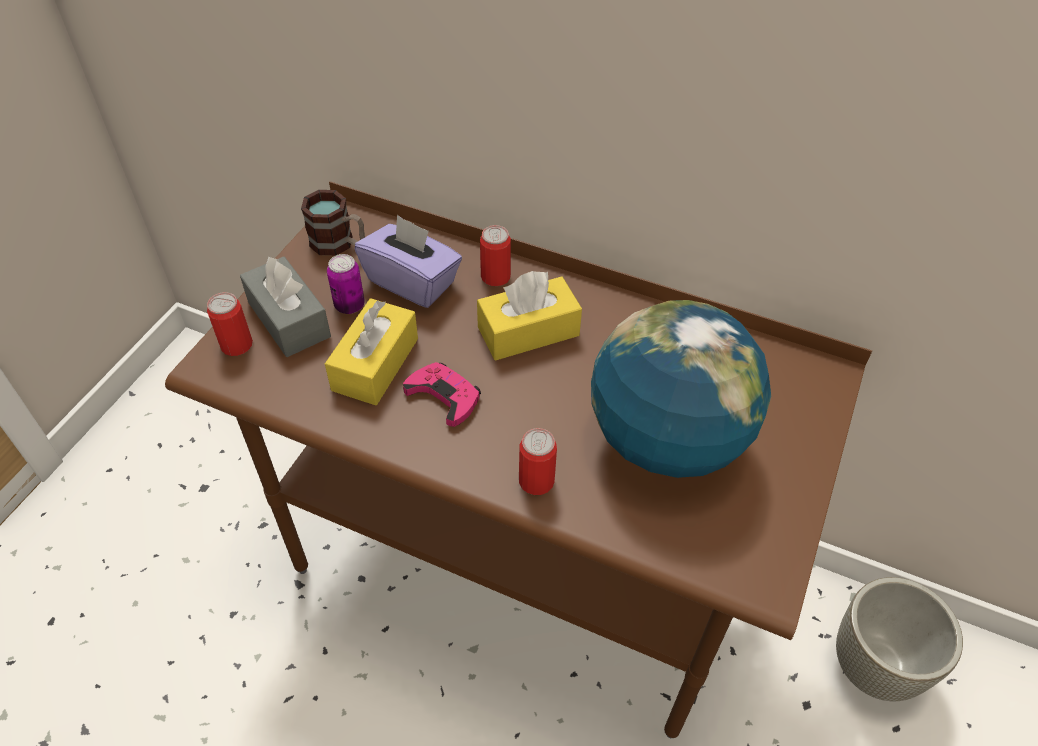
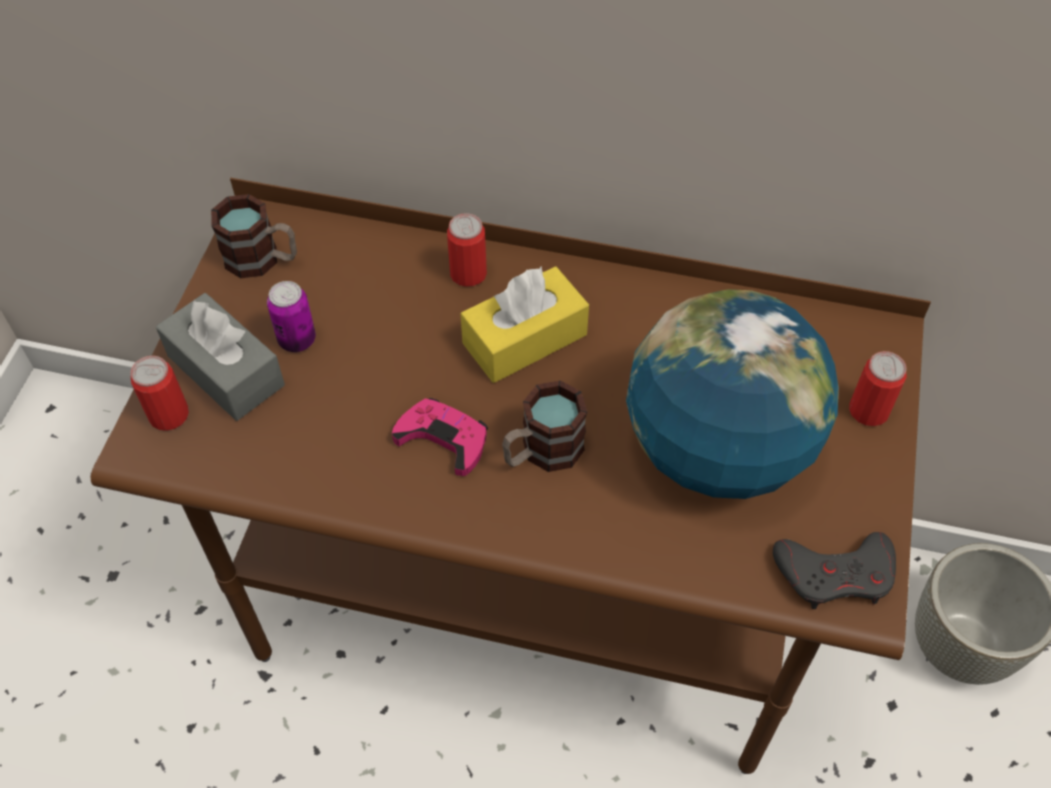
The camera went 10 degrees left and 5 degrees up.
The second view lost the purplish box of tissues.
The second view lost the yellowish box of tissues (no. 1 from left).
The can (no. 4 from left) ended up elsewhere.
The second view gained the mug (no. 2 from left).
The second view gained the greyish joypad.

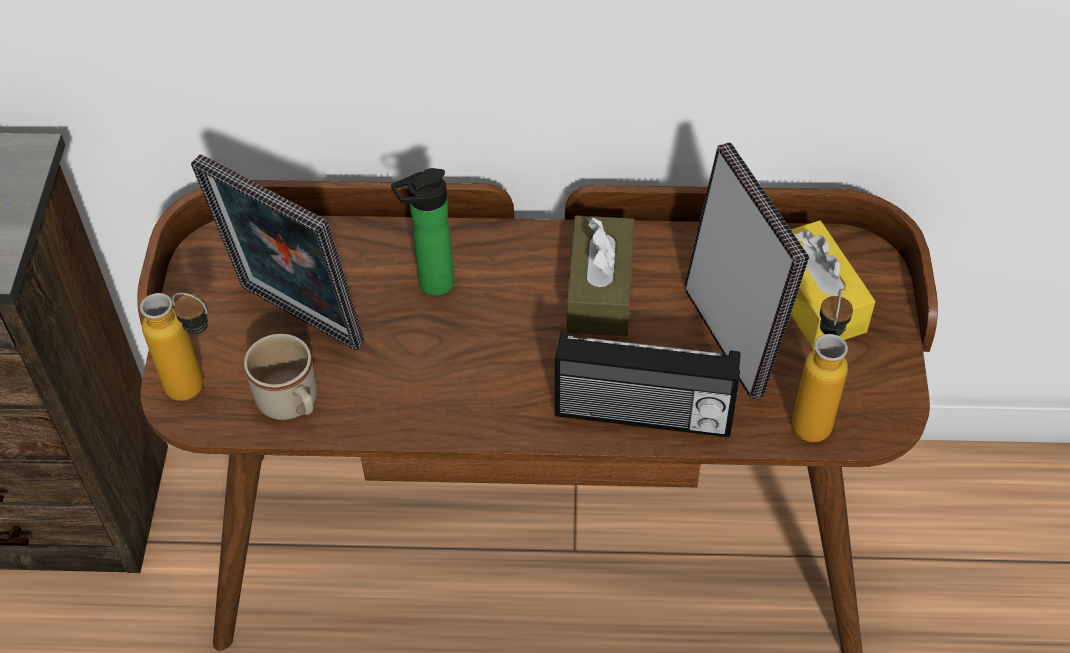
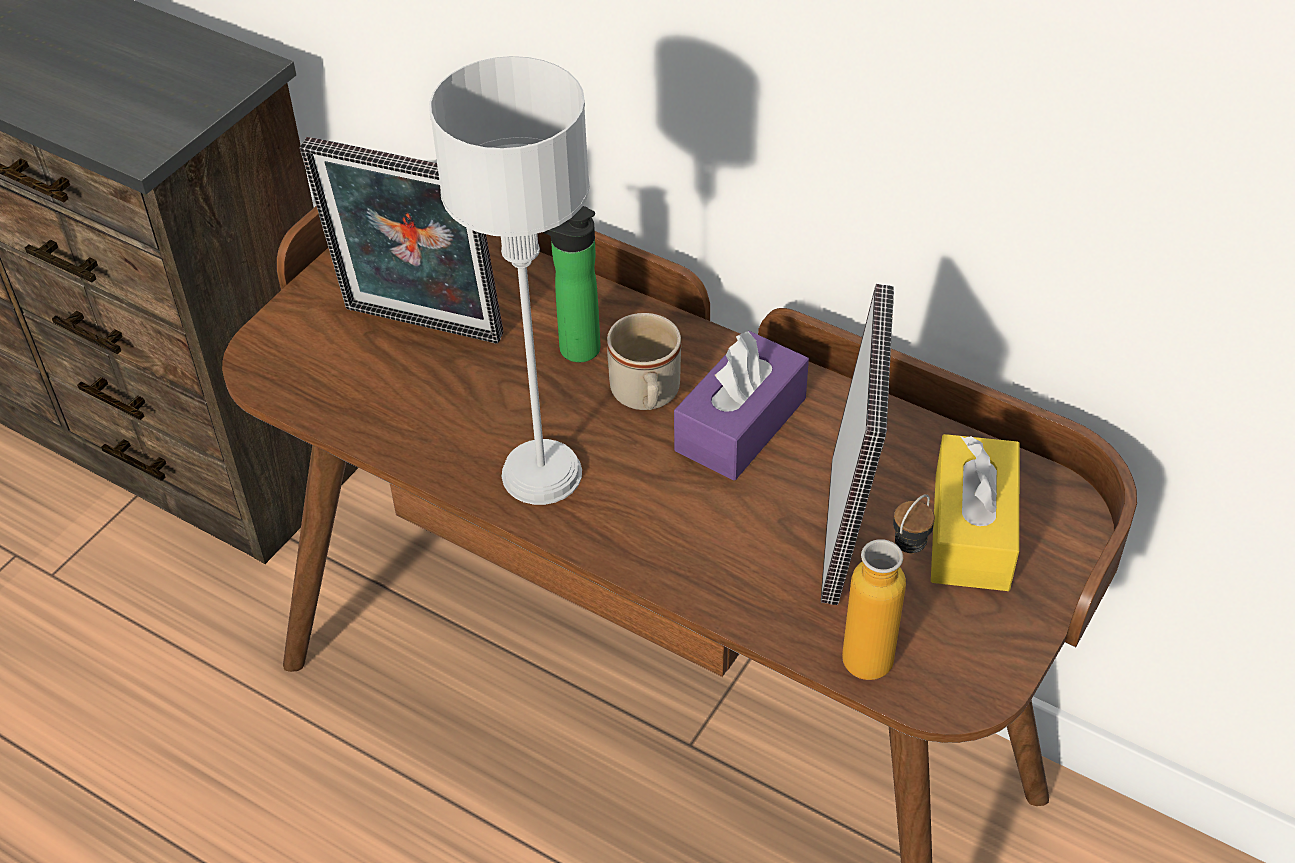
The camera went 30 degrees right and 5 degrees down.
The standing frame (no. 1 from left) ended up facing another way, 45 degrees counterclockwise from before.
What was the brownish box of tissues turned into the purplish box of tissues.
The second view lost the beverage bottle (no. 1 from left).
The second view lost the radio set.
The sand-coloured mug ended up elsewhere.
The second view gained the greyish tabletop lamp.

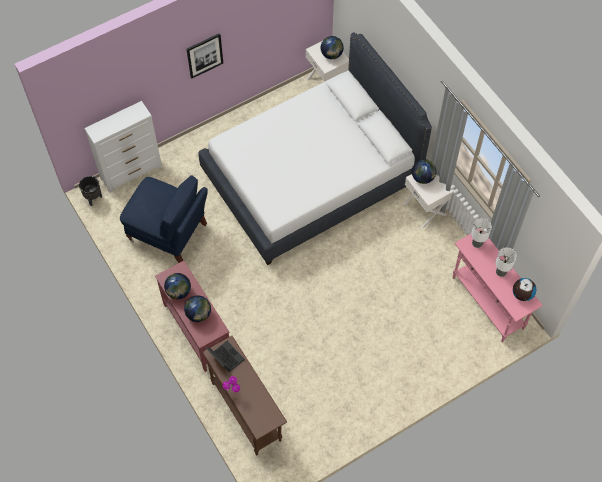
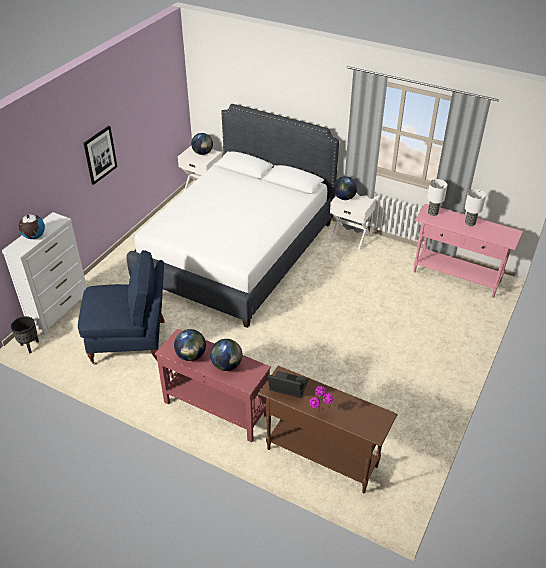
The camera went 30 degrees left and 20 degrees down.
The world globe (no. 5 from left in the first image) ended up elsewhere.

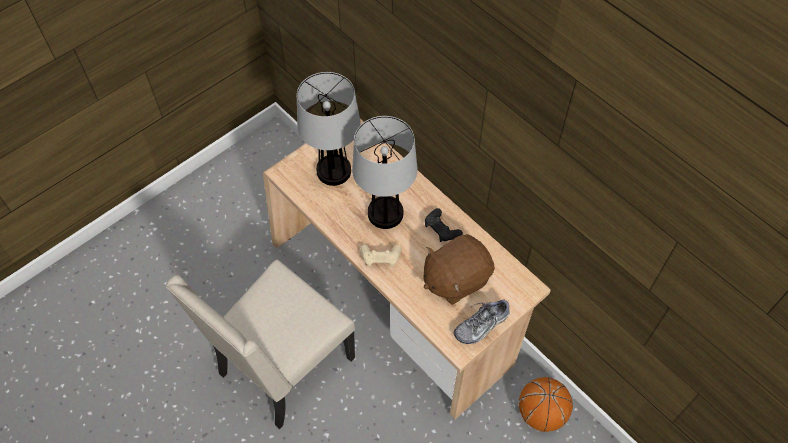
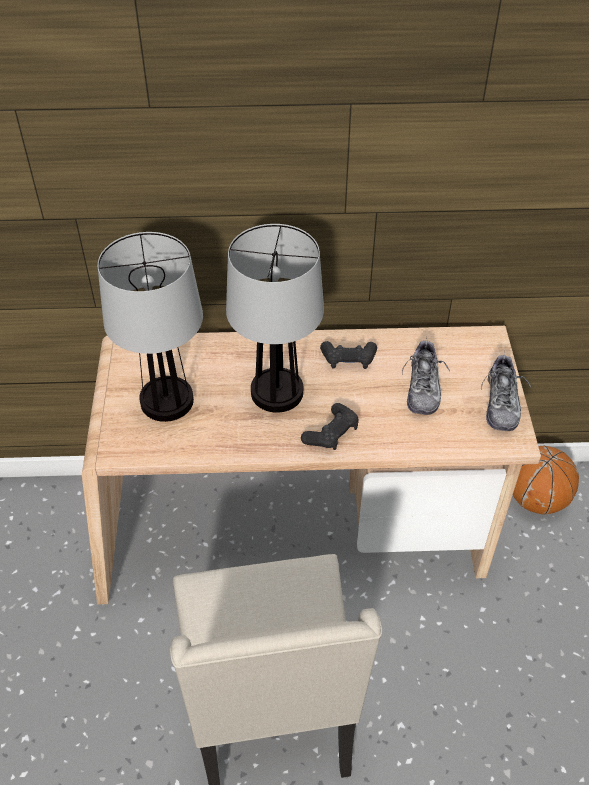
The camera went 50 degrees left and 10 degrees down.
Where the brownish plush toy stood, the shoe (no. 1 from left) came to stand.
What was the sand-coloured joypad turned into the black joypad (no. 1 from left).

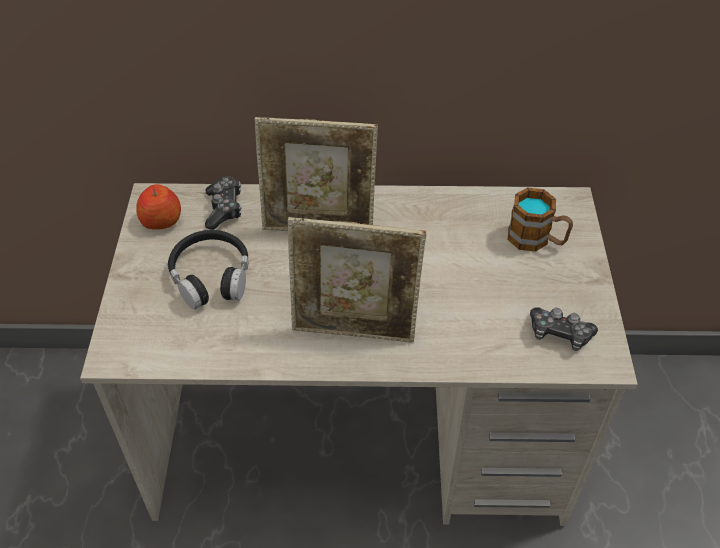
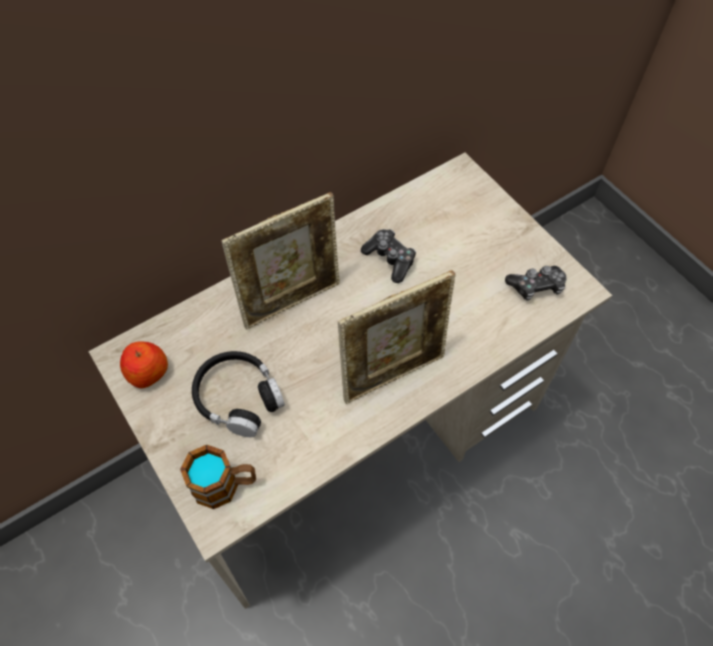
The camera went 35 degrees left and 10 degrees up.
The joypad (no. 1 from left) ended up elsewhere.
The mug ended up elsewhere.

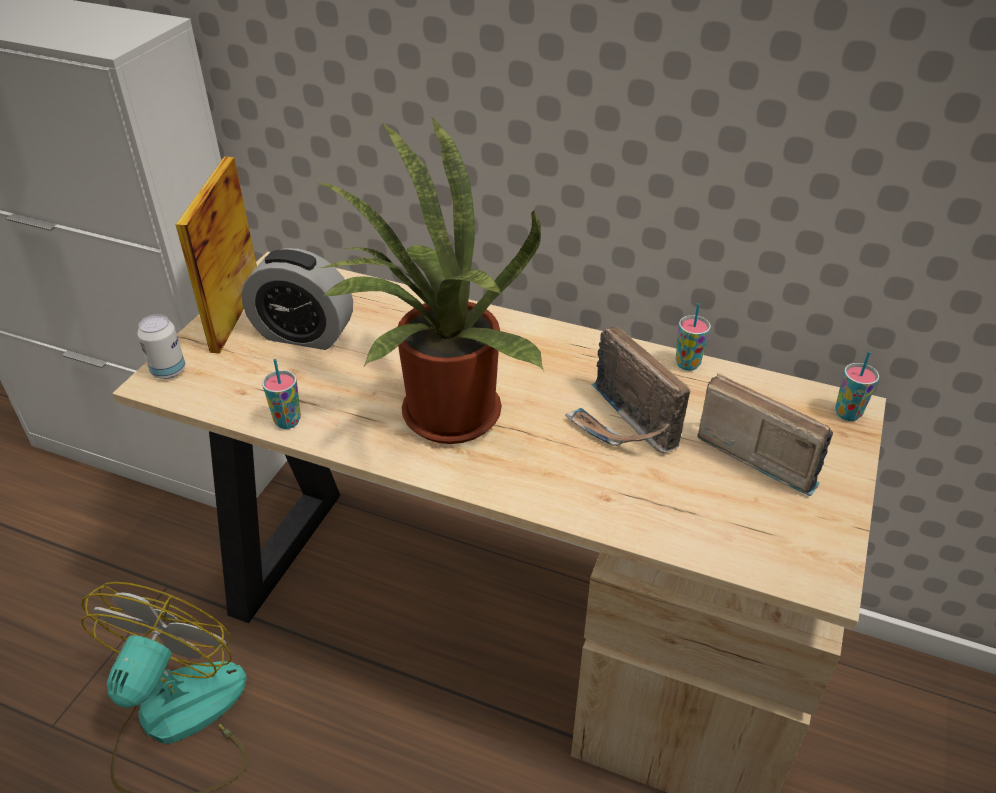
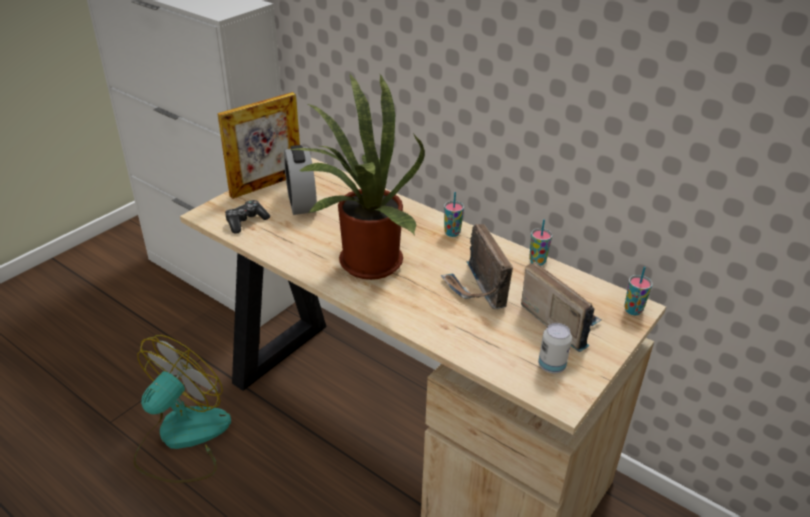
The camera went 15 degrees right and 5 degrees down.
The standing frame ended up facing another way, 150 degrees counterclockwise from before.
The alarm clock ended up facing another way, 45 degrees clockwise from before.
The can ended up elsewhere.
The small cup (no. 1 from left) ended up elsewhere.
The second view gained the joypad.

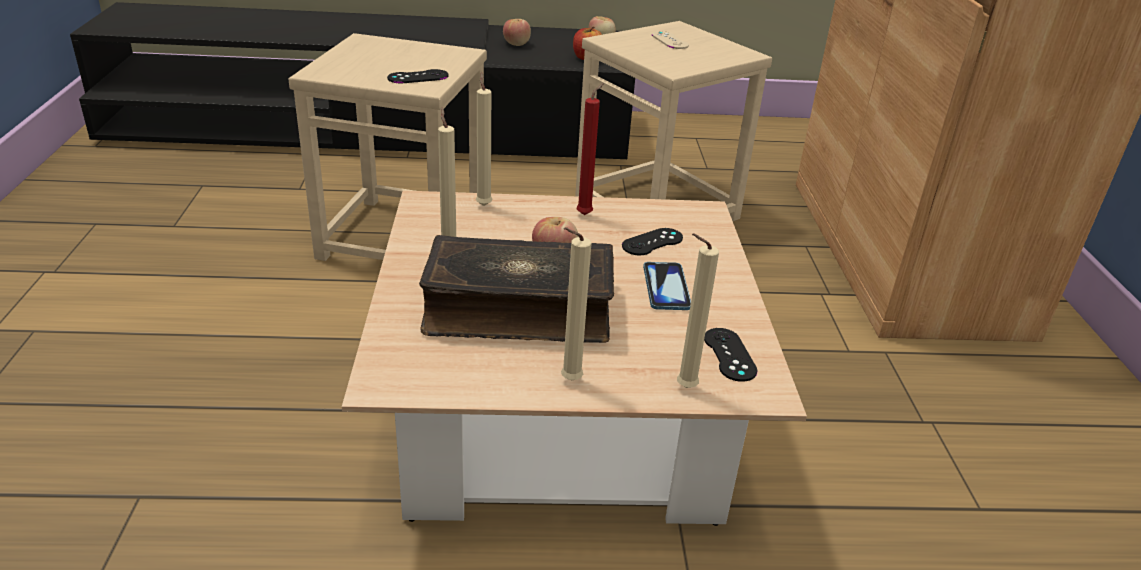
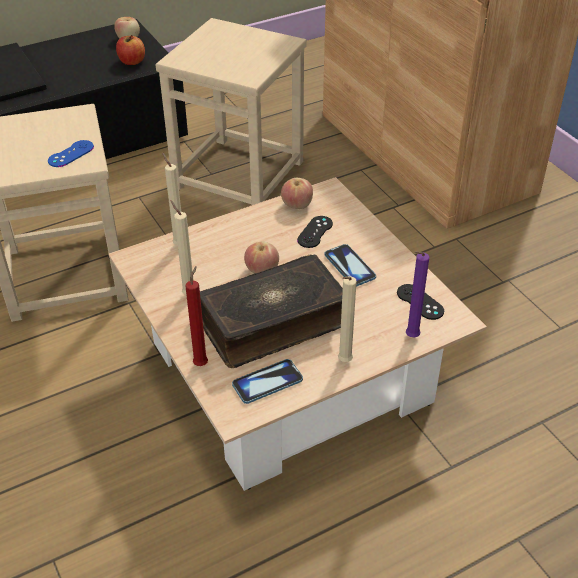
The camera went 25 degrees left and 10 degrees up.
The whole apple (no. 1 from left in the first image) ended up elsewhere.
The second view lost the sand-coloured joypad.
What was the black joypad (no. 1 from left) turned into the bluish joypad.
The red wax light ended up elsewhere.
What was the sand-coloured wax light (no. 4 from left) turned into the purplish wax light.
The second view gained the handset (no. 1 from left).

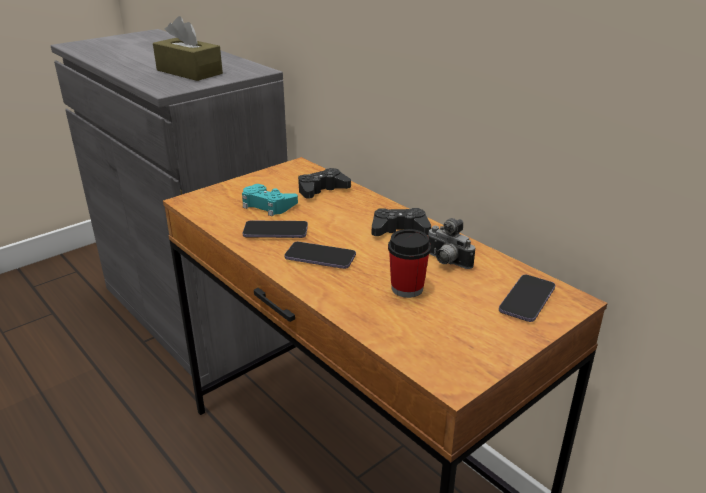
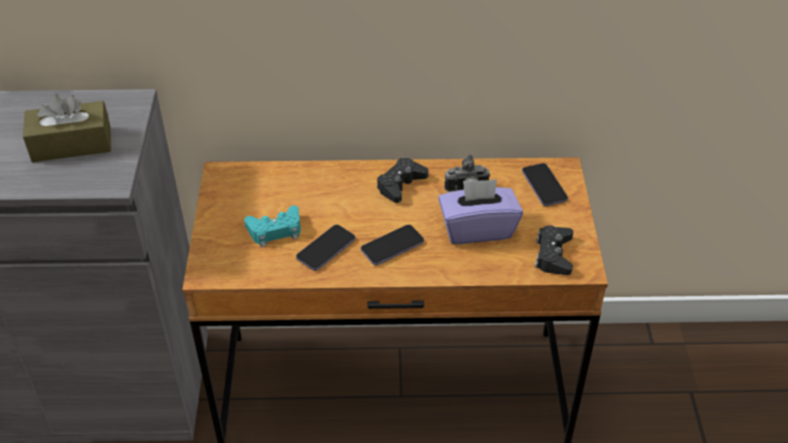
The camera went 50 degrees left and 15 degrees up.
The black joypad (no. 1 from left in the first image) ended up elsewhere.
Where the small cup stood, the purplish box of tissues came to stand.

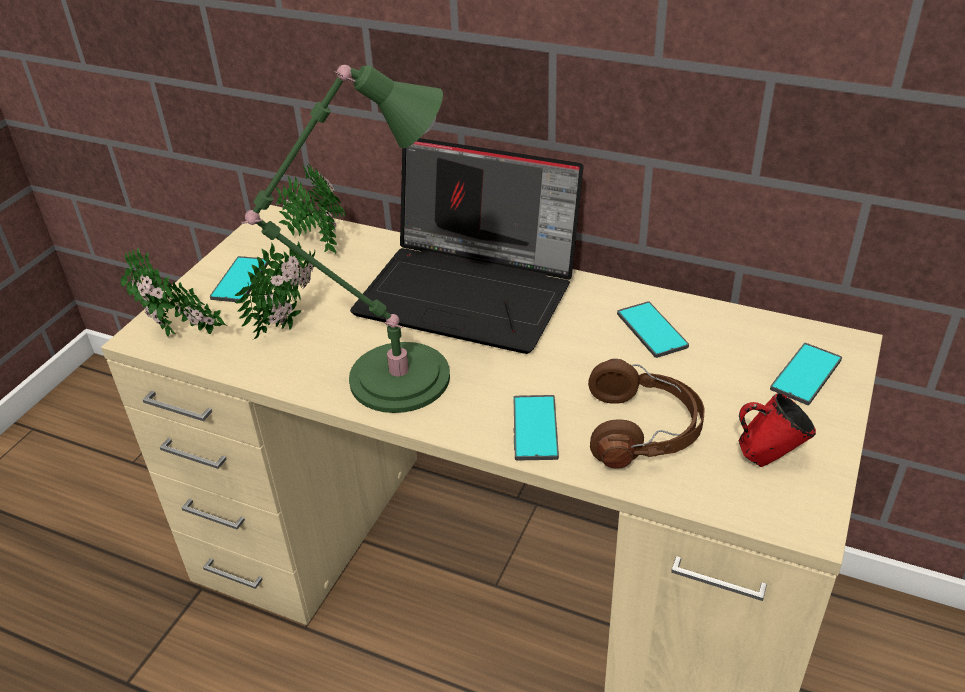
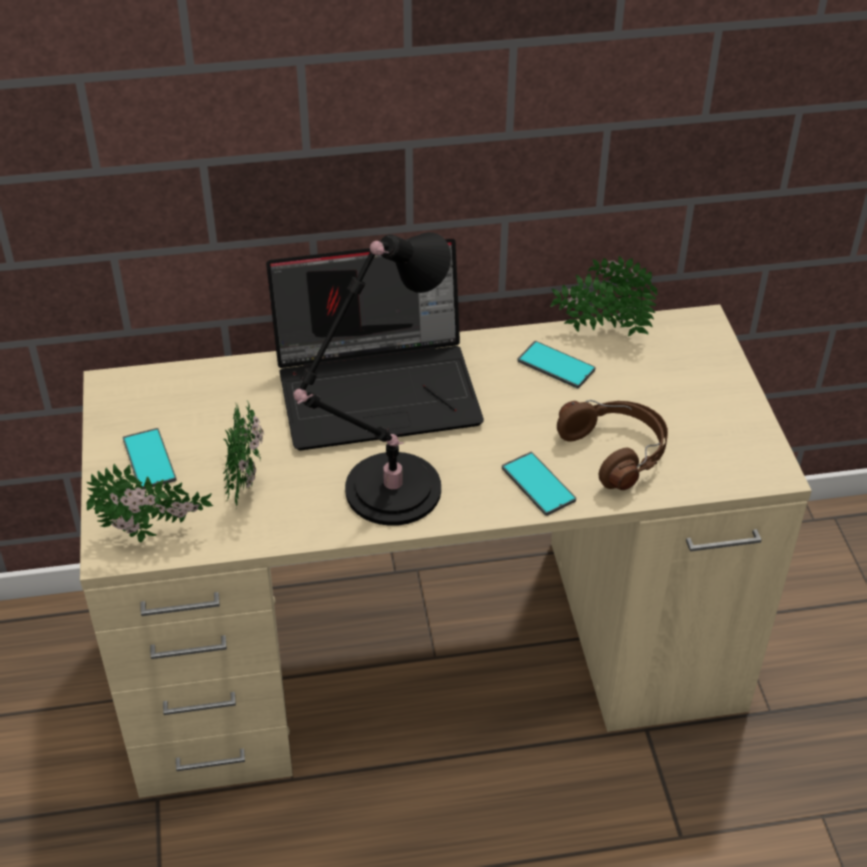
The camera went 35 degrees left and 5 degrees up.
What was the green tabletop lamp turned into the black tabletop lamp.
The houseplant (no. 3 from left) ended up elsewhere.
The second view lost the handset (no. 4 from left).
The second view lost the red mug.

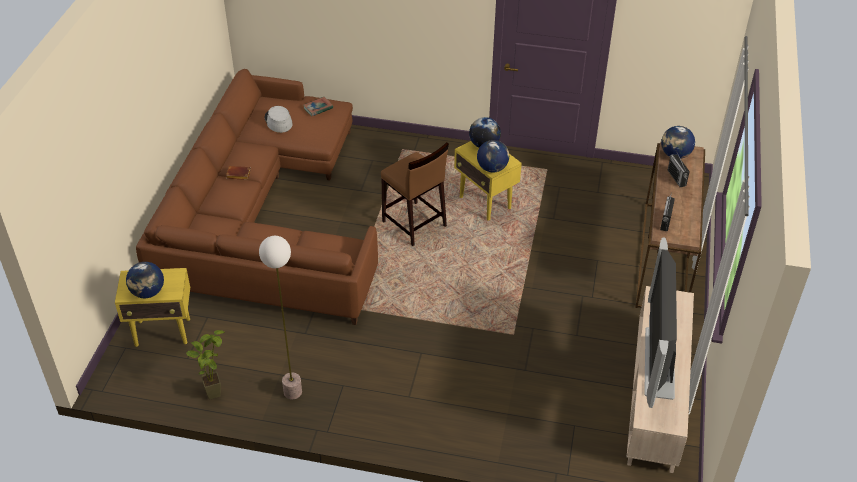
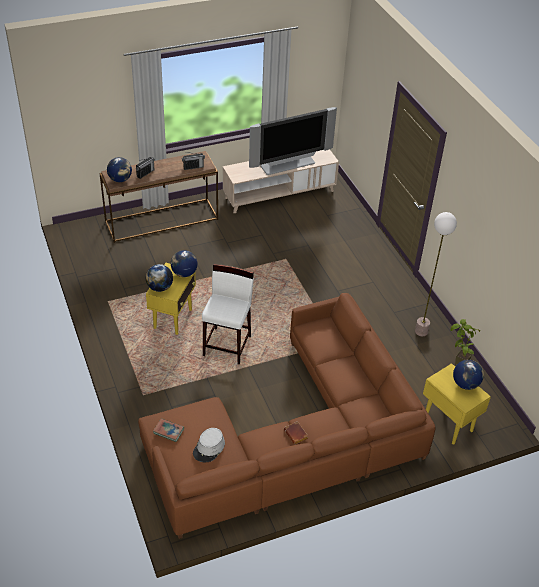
The camera went 125 degrees left and 0 degrees up.
What was the brownish stool seat turned into the whitish stool seat.

